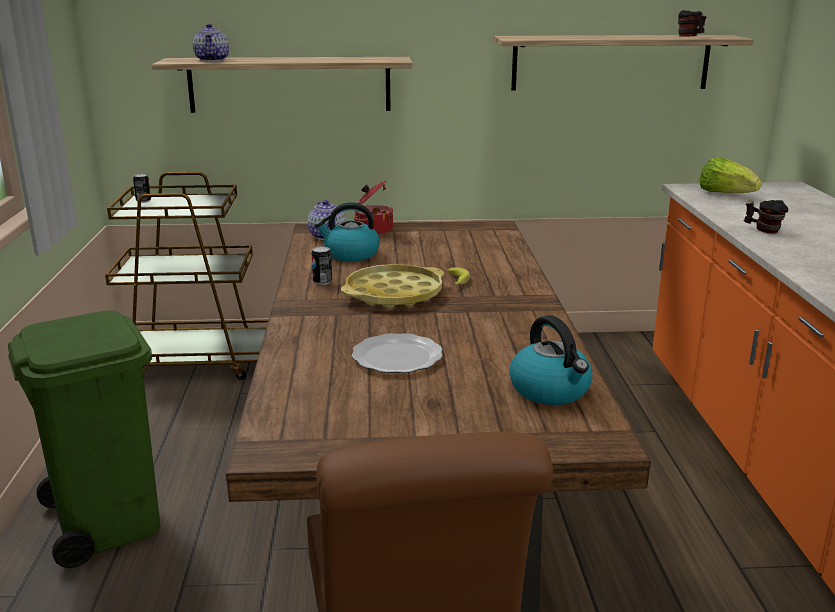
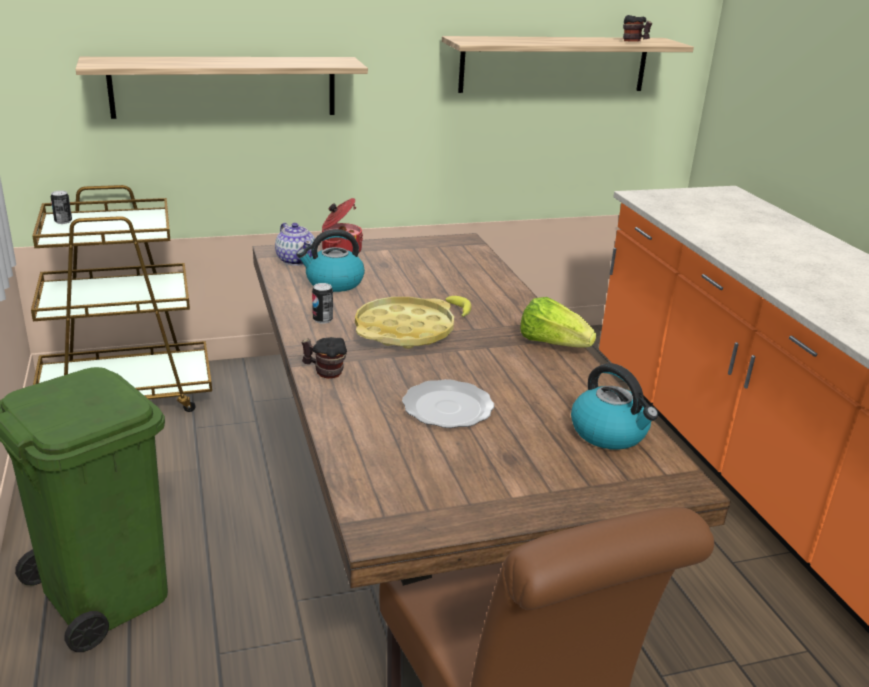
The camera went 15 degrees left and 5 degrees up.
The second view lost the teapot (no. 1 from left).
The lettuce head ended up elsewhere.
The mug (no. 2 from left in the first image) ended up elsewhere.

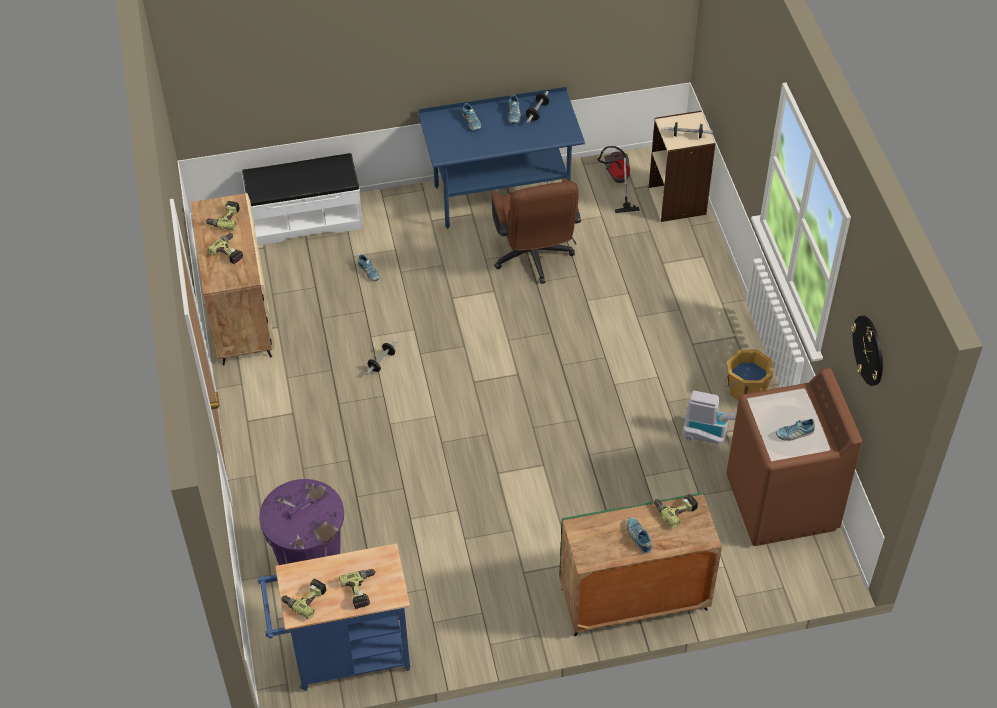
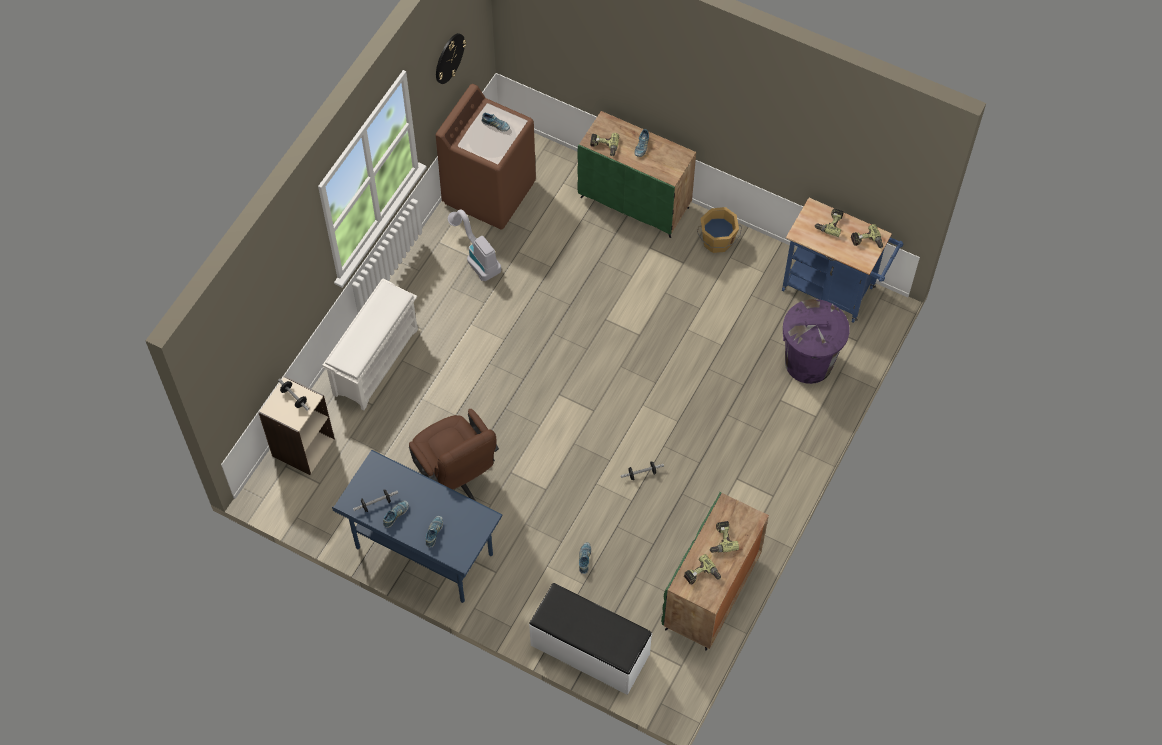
The camera went 140 degrees left and 10 degrees up.
The second view lost the vacuum cleaner (no. 1 from left).
The brownish office chair ended up facing another way, 120 degrees clockwise from before.
What was the sand-coloured storage cabinet turned into the green storage cabinet (no. 2 from left).
The orange-coloured bucket ended up elsewhere.
The second view gained the whitish shoe stand.

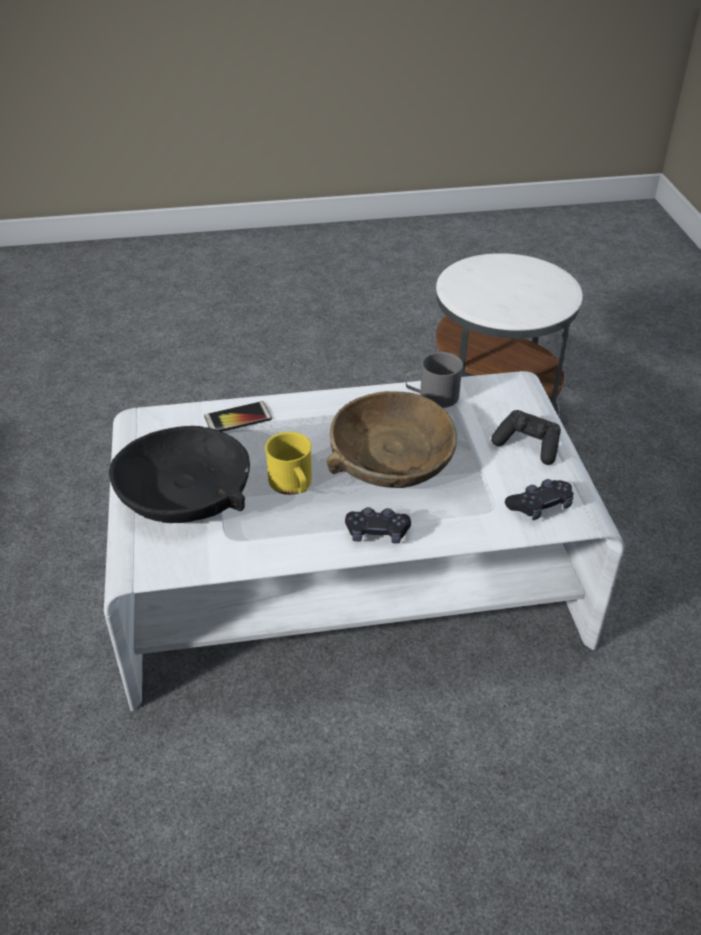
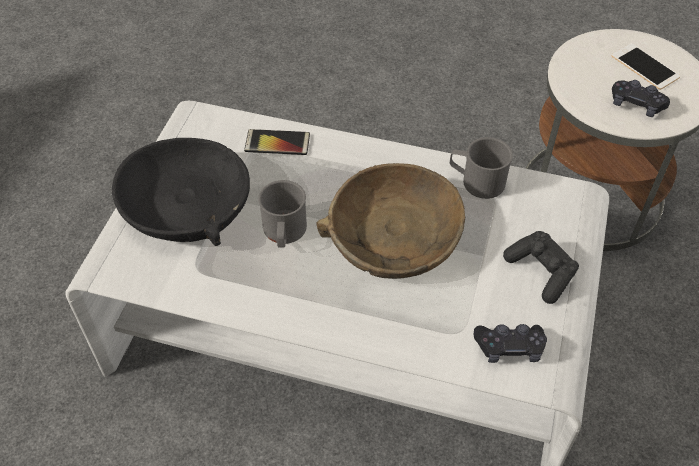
The camera went 25 degrees right and 10 degrees up.
What was the yellowish mug turned into the greyish mug (no. 1 from left).
The black joypad (no. 1 from left in the first image) ended up elsewhere.
The second view gained the handset (no. 2 from left).

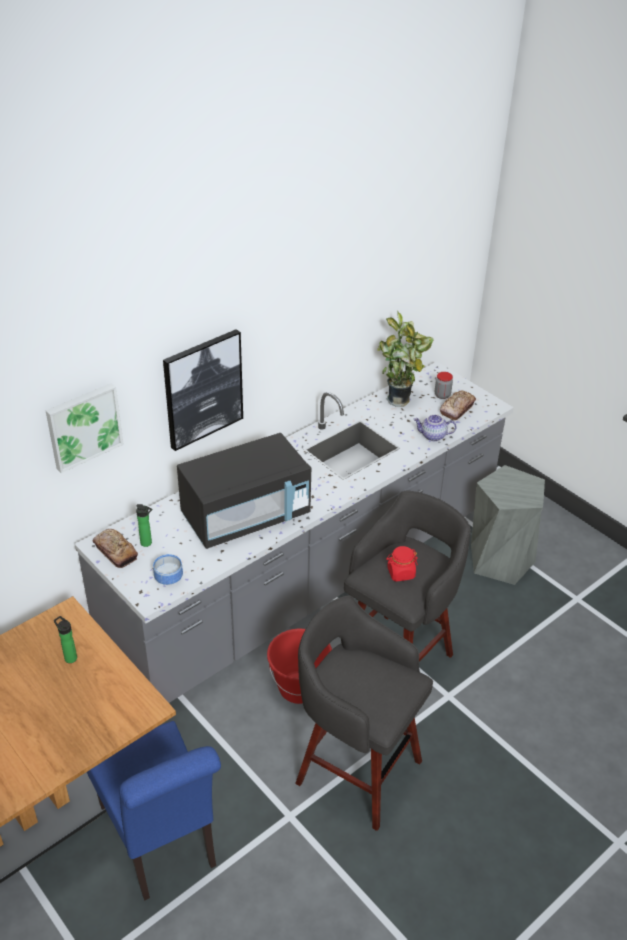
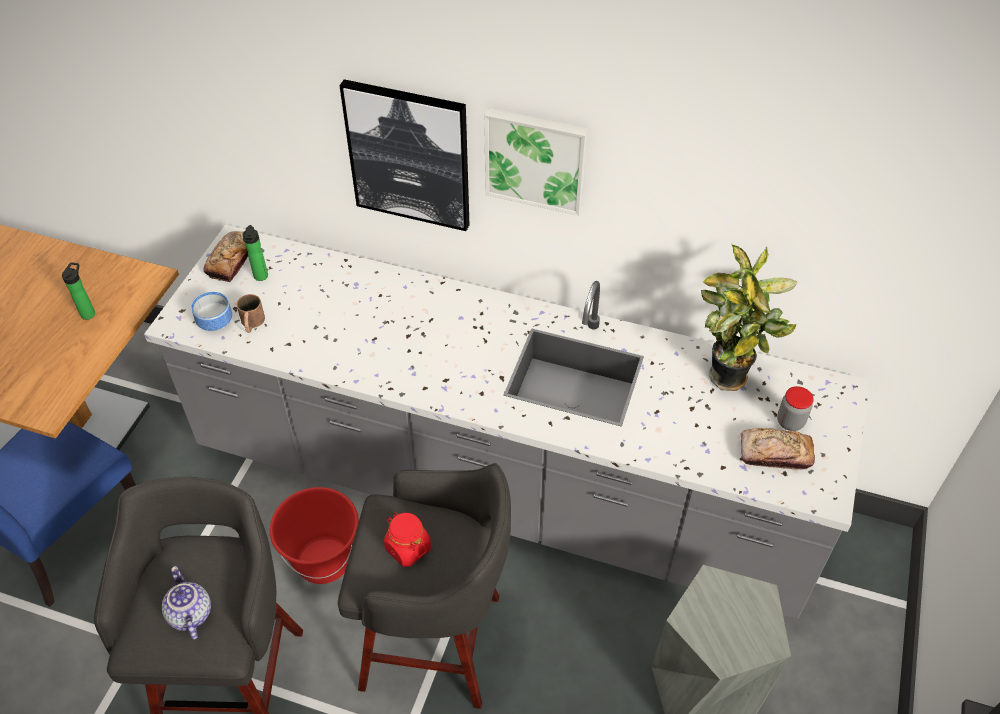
The camera went 60 degrees right and 10 degrees up.
The wall picture (no. 1 from left in the first image) ended up elsewhere.
The teapot ended up elsewhere.
The second view lost the black microwave oven.
The second view gained the brownish mug.

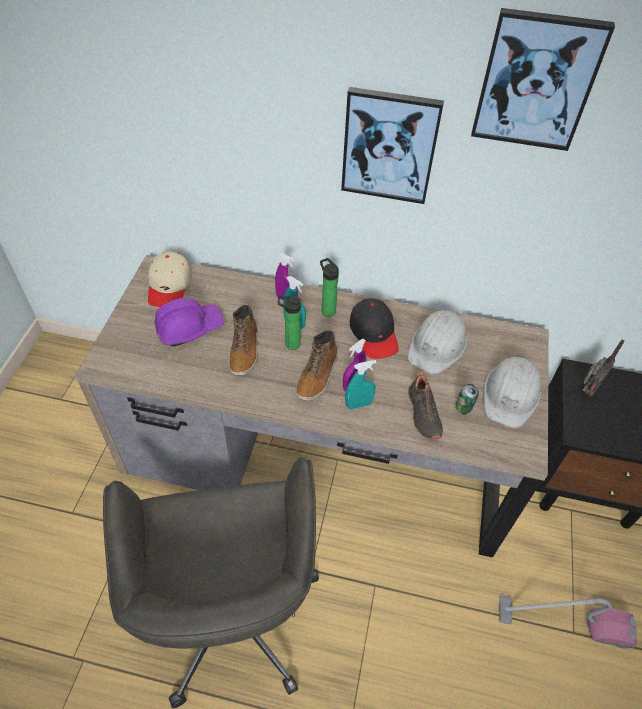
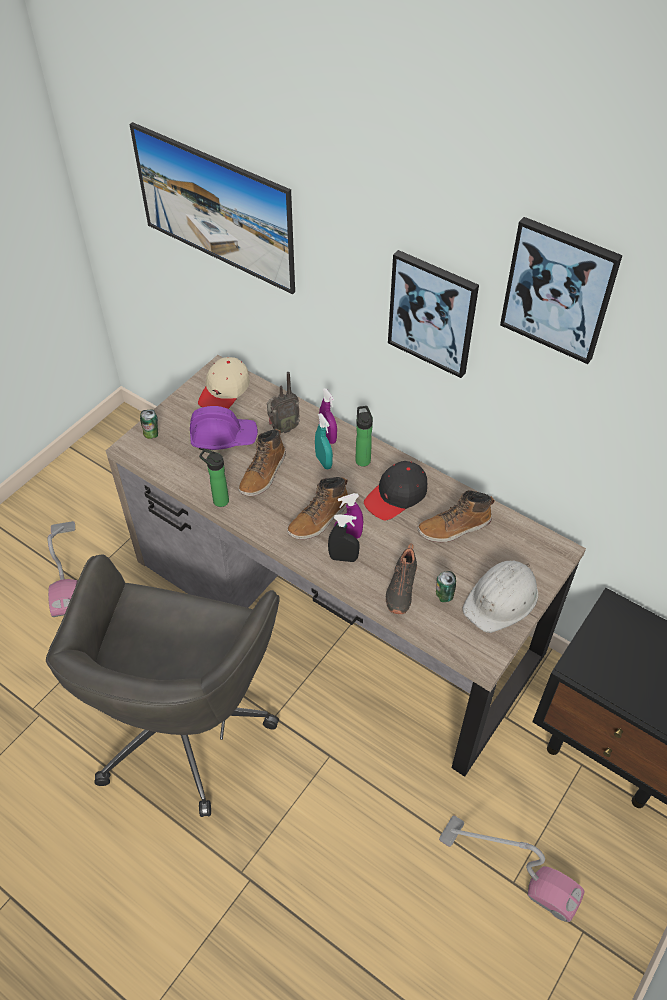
The camera went 25 degrees right and 0 degrees up.
The beverage bottle (no. 1 from left) ended up elsewhere.
The black peaked cap ended up facing another way, 45 degrees clockwise from before.
Where the whitish work helmet (no. 1 from left) stood, the boot (no. 3 from left) came to stand.
The radio set ended up elsewhere.
What was the turquoise spray bottle (no. 2 from left) turned into the black spray bottle.
The second view gained the wall picture (no. 1 from left).
The second view gained the can (no. 1 from left).
The second view gained the vacuum cleaner (no. 1 from left).

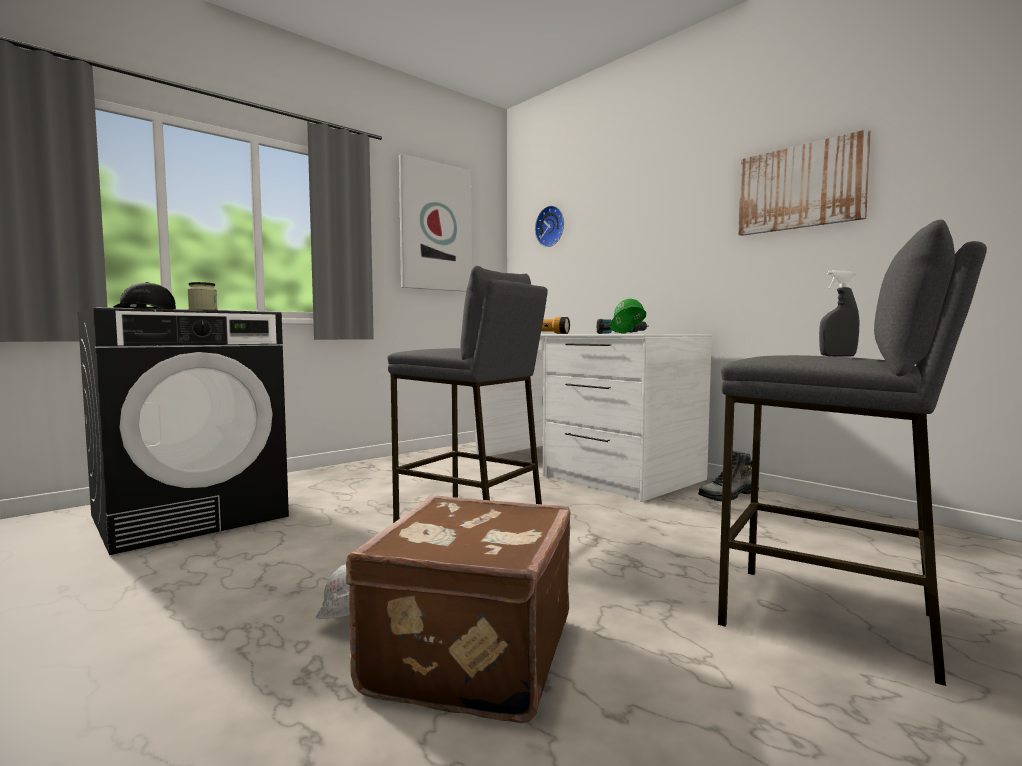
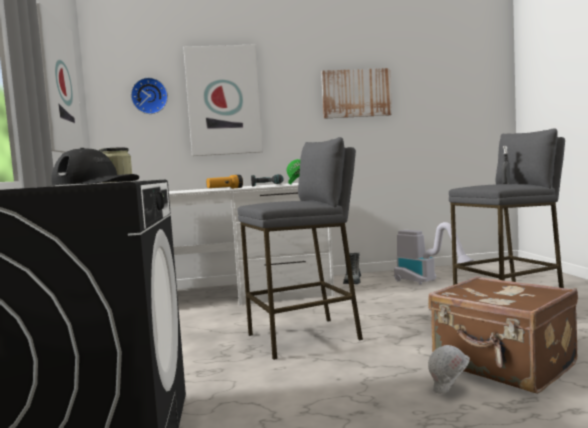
The camera went 55 degrees left and 0 degrees up.
The second view gained the wall picture (no. 2 from left).
The second view gained the vacuum cleaner.

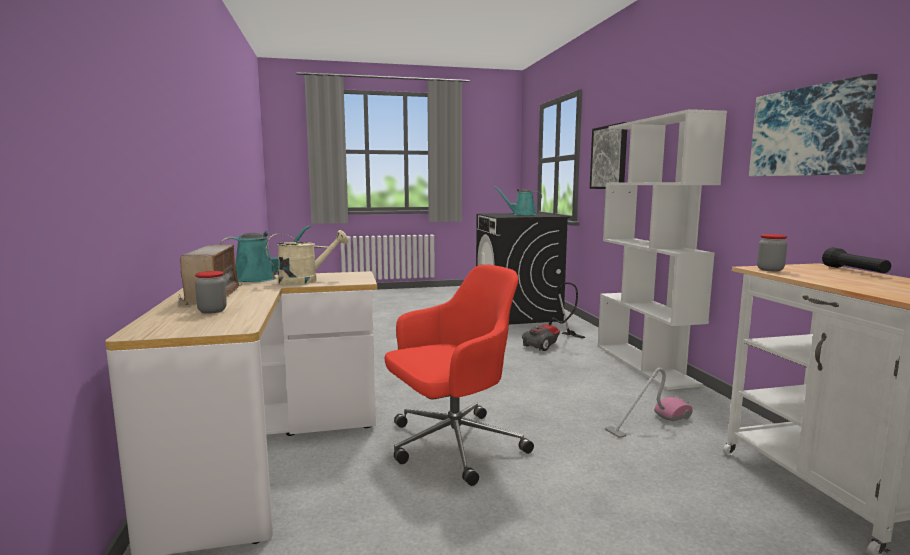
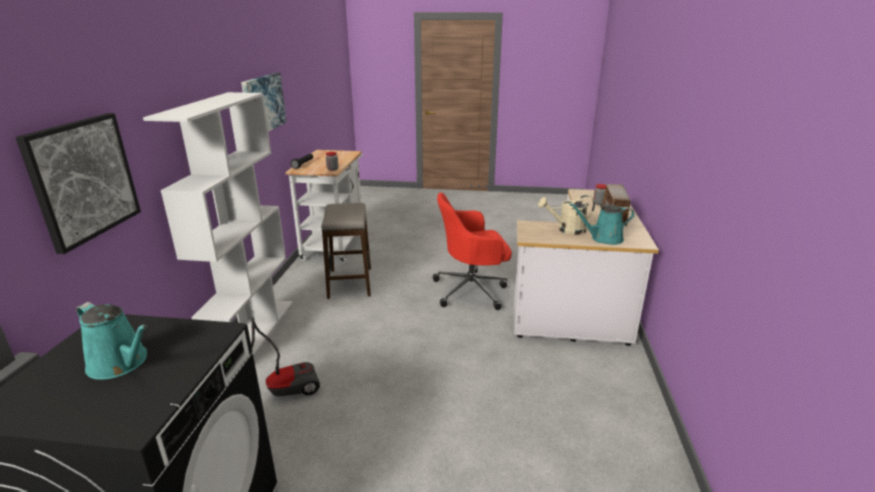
The camera went 160 degrees left and 15 degrees up.
Where the vacuum cleaner (no. 2 from left) stood, the stool seat came to stand.

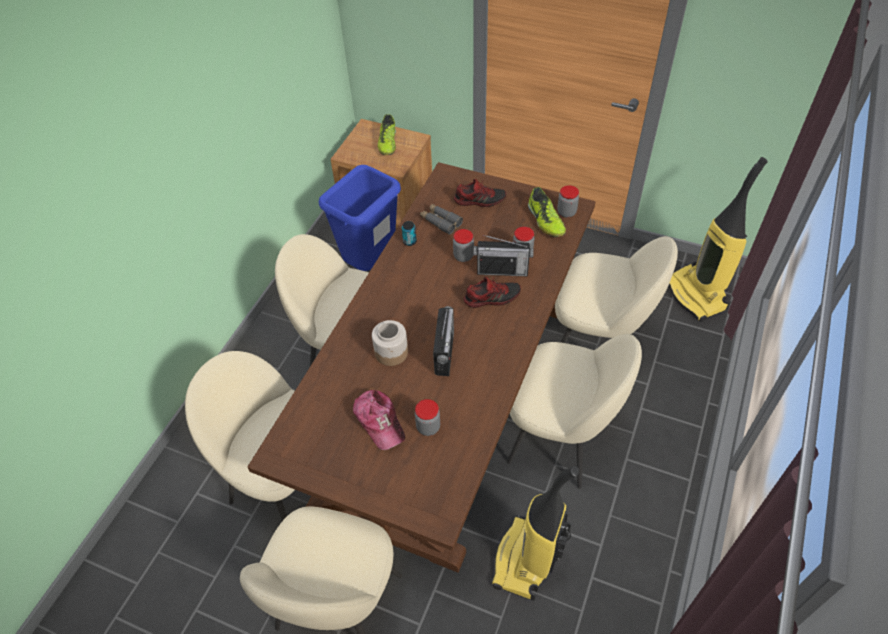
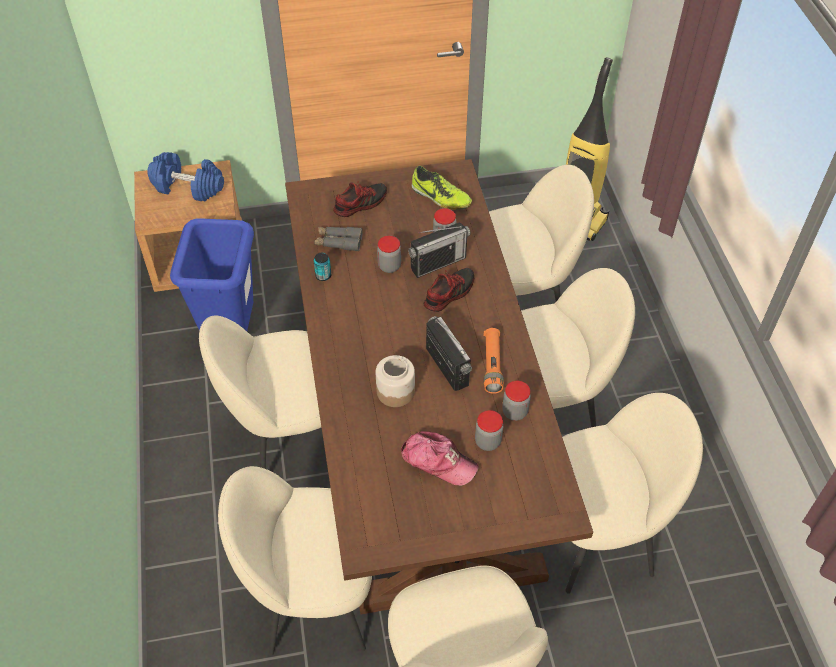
The camera went 35 degrees left and 0 degrees up.
Where the shoe (no. 1 from left) stood, the bluish hand weight came to stand.
The storage jar (no. 5 from left) ended up elsewhere.
Where the vacuum cleaner (no. 1 from left) stood, the sand-coloured plain chair (no. 6 from left) came to stand.
The second view gained the orange-coloured flashlight.

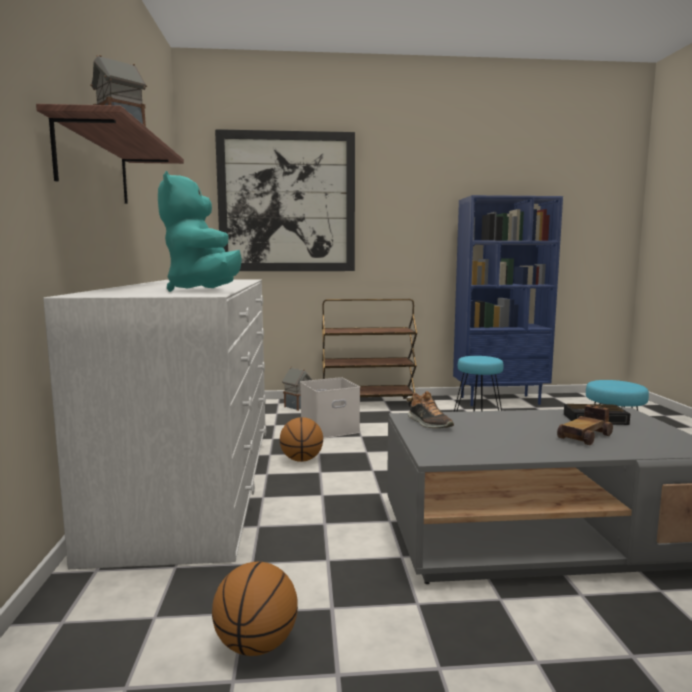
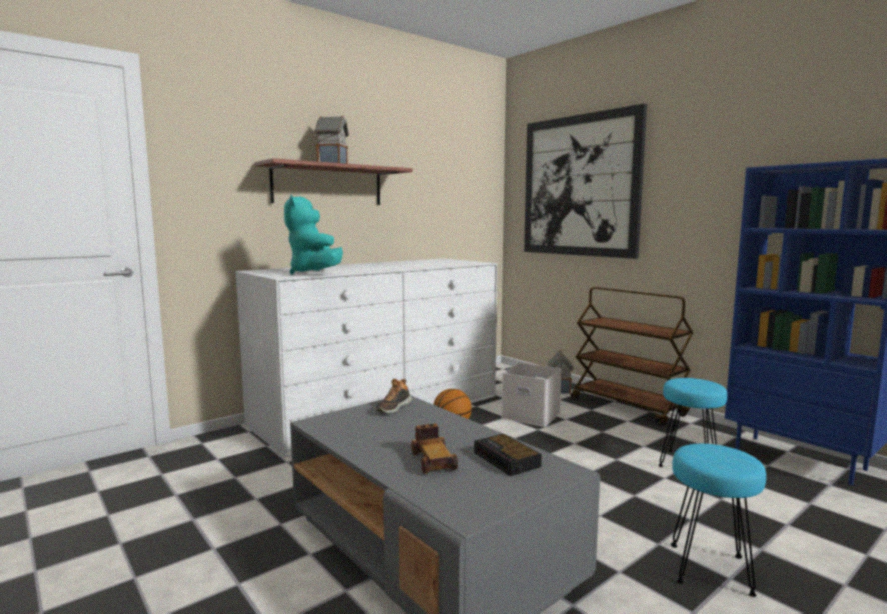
The camera went 55 degrees right and 0 degrees up.
The turquoise plush toy ended up facing another way, 60 degrees counterclockwise from before.
The toy car ended up facing another way, 120 degrees counterclockwise from before.
The second view lost the basketball ball (no. 1 from left).

